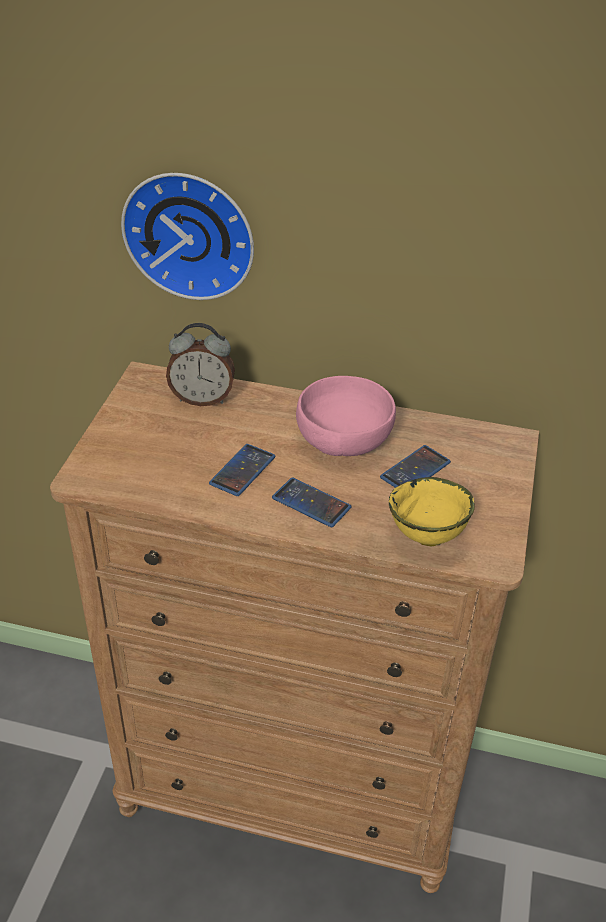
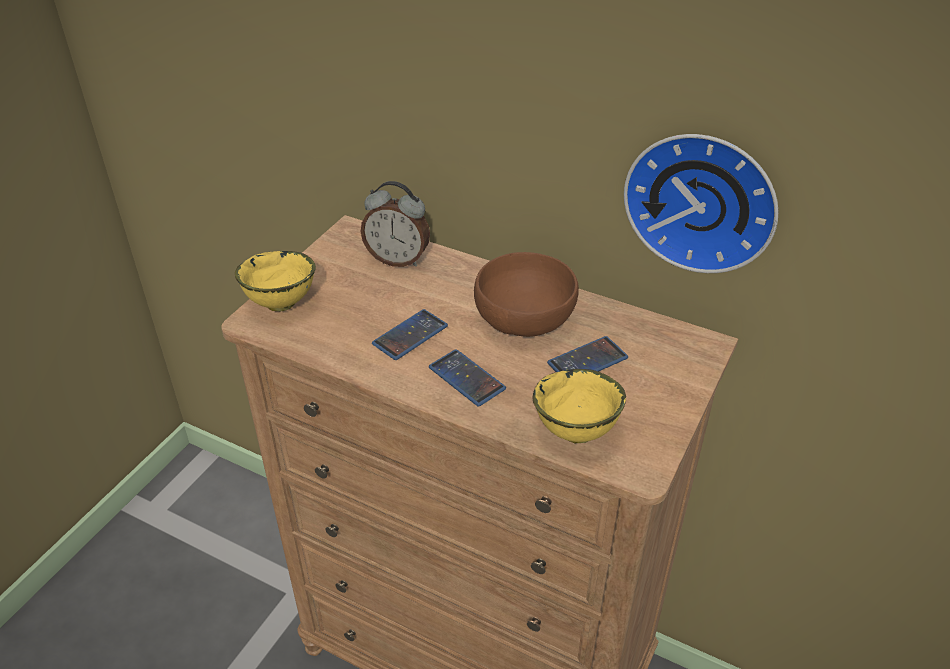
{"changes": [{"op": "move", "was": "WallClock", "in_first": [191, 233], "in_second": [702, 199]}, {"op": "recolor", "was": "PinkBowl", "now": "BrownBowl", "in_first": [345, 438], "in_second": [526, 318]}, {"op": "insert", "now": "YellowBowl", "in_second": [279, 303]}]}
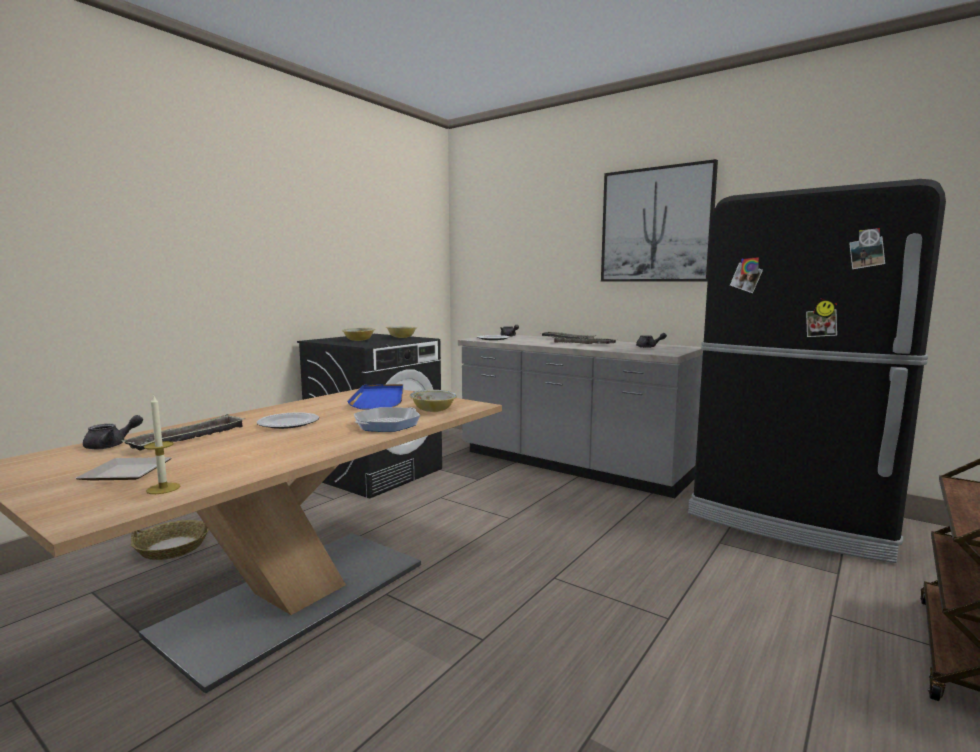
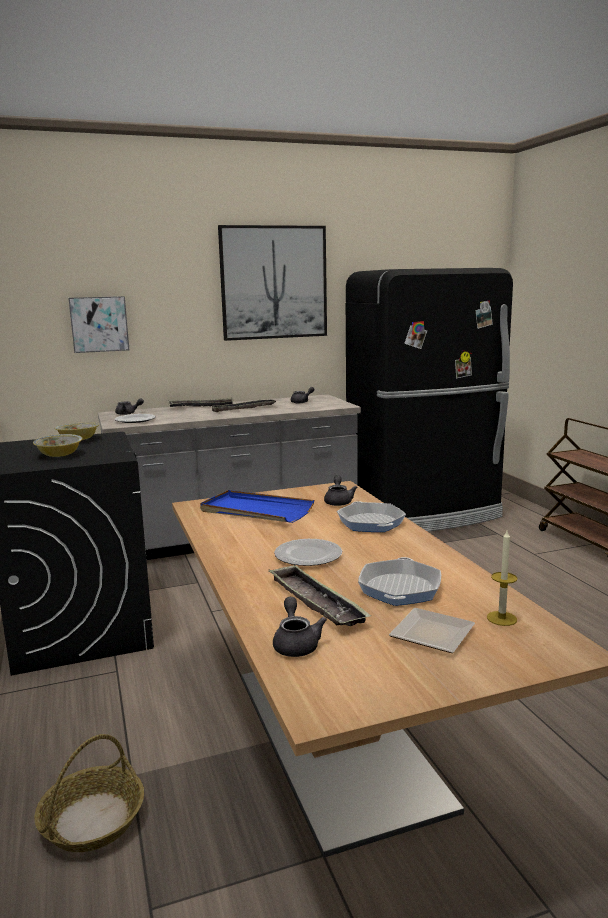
{"changes": [{"op": "replace", "was": "Bowl", "now": "GreyTeapot", "in_first": [433, 410], "in_second": [338, 501]}, {"op": "insert", "now": "Picture", "in_second": [99, 324]}, {"op": "insert", "now": "FryingPan", "in_second": [399, 588]}]}
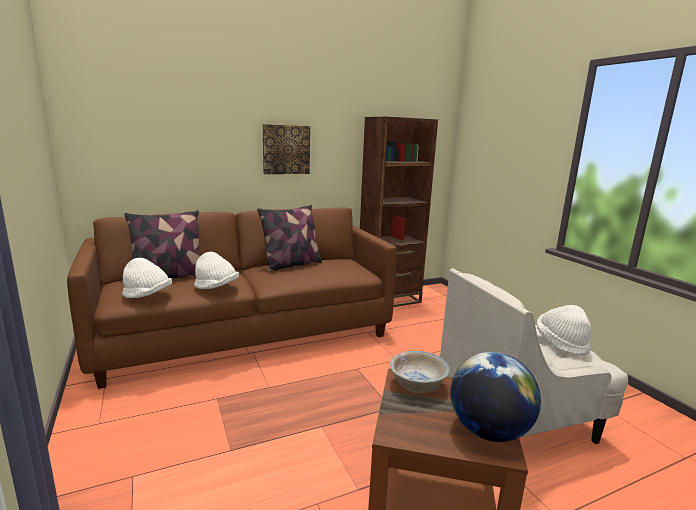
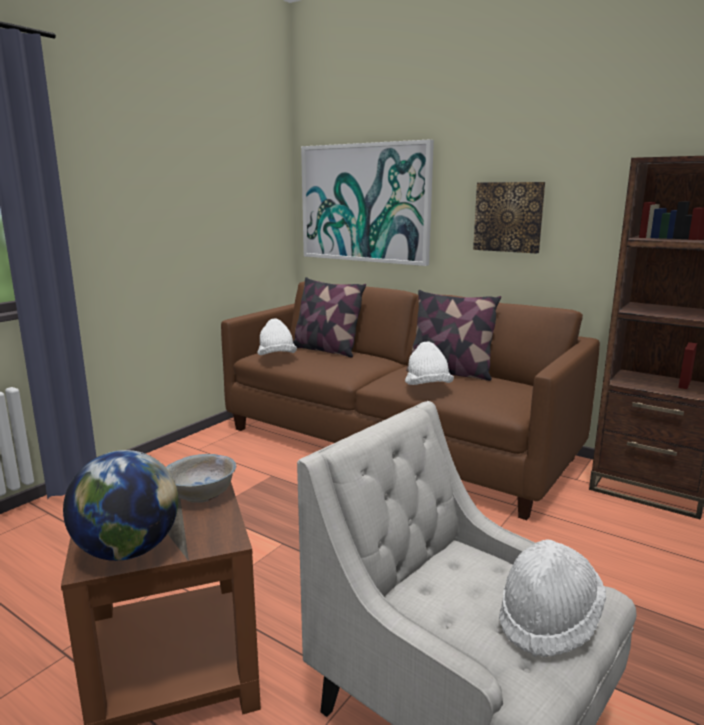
{"changes": [{"op": "move", "was": "WhiteHat", "in_first": [216, 287], "in_second": [427, 388]}, {"op": "insert", "now": "Picture", "in_second": [364, 203]}]}
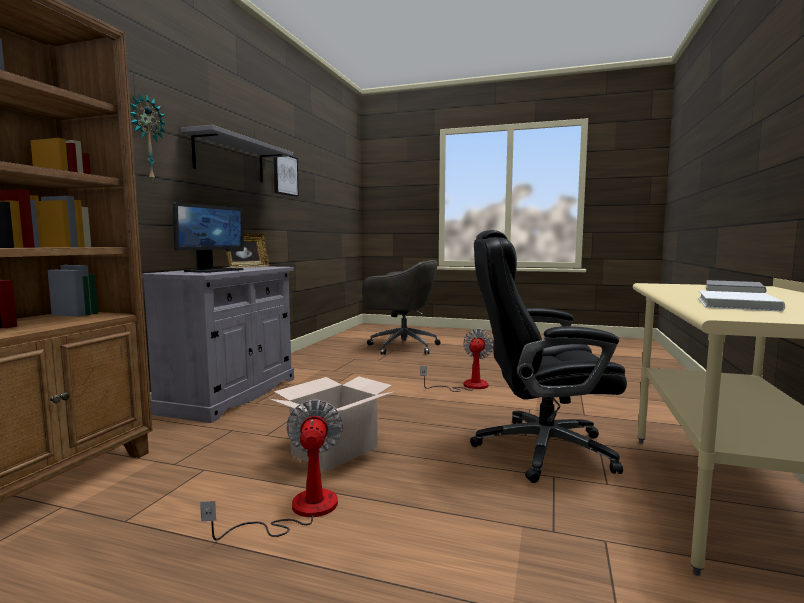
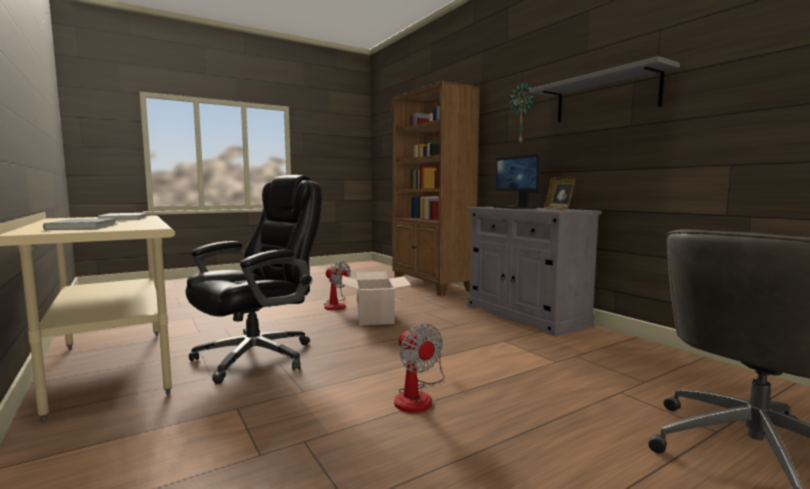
{"changes": [{"op": "delete", "was": "Picture", "in_first": [284, 175]}]}
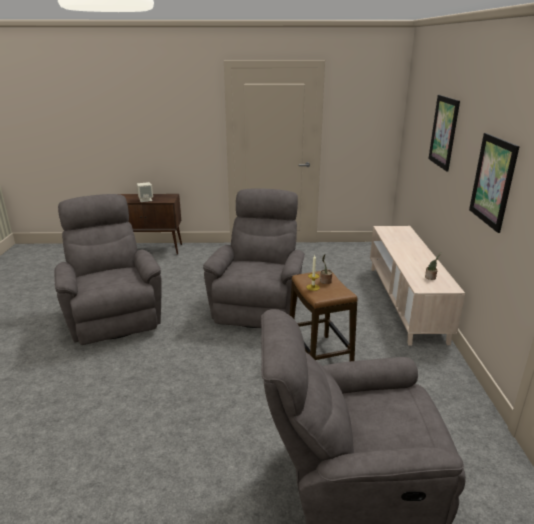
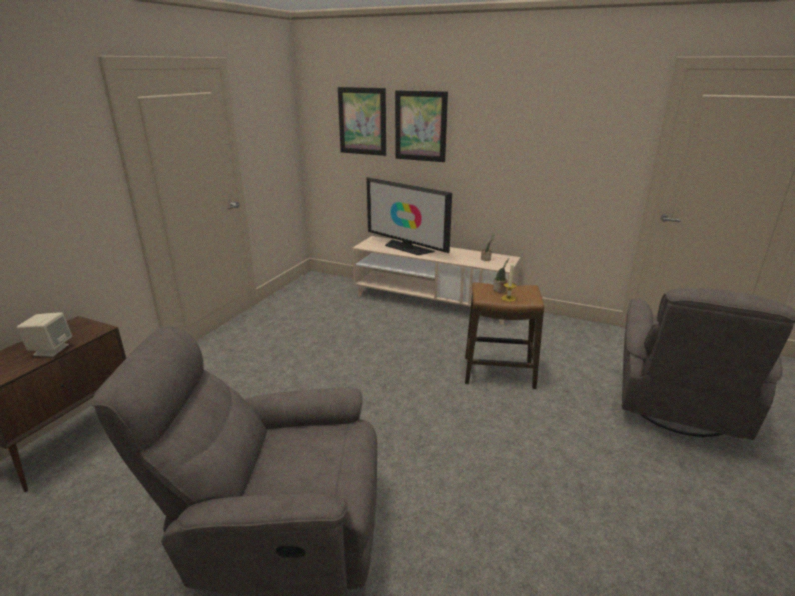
{"changes": [{"op": "delete", "was": "GreyArmchair", "in_first": [259, 306]}, {"op": "move", "was": "Picture", "in_first": [493, 181], "in_second": [362, 121]}, {"op": "insert", "now": "Television", "in_second": [407, 248]}]}
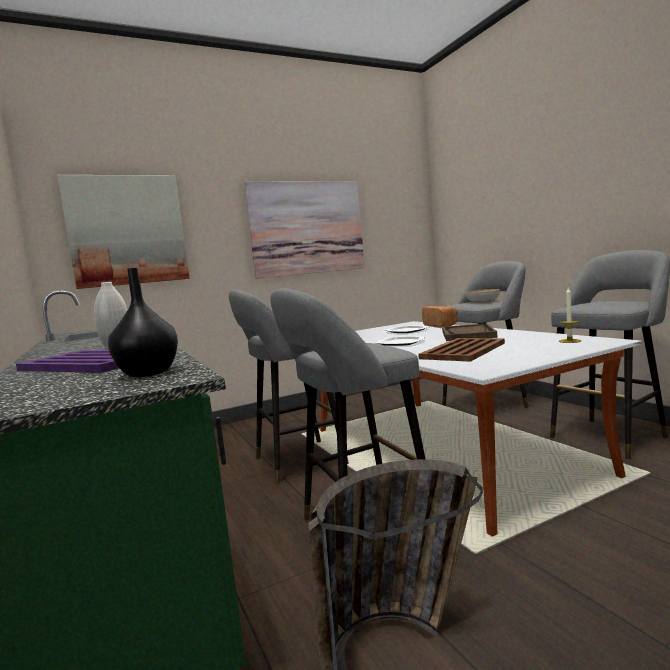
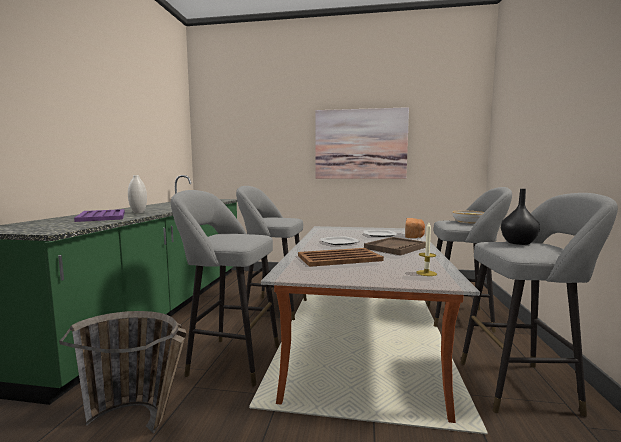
{"changes": [{"op": "delete", "was": "Picture", "in_first": [127, 230]}, {"op": "move", "was": "BlackVase", "in_first": [149, 373], "in_second": [519, 243]}]}
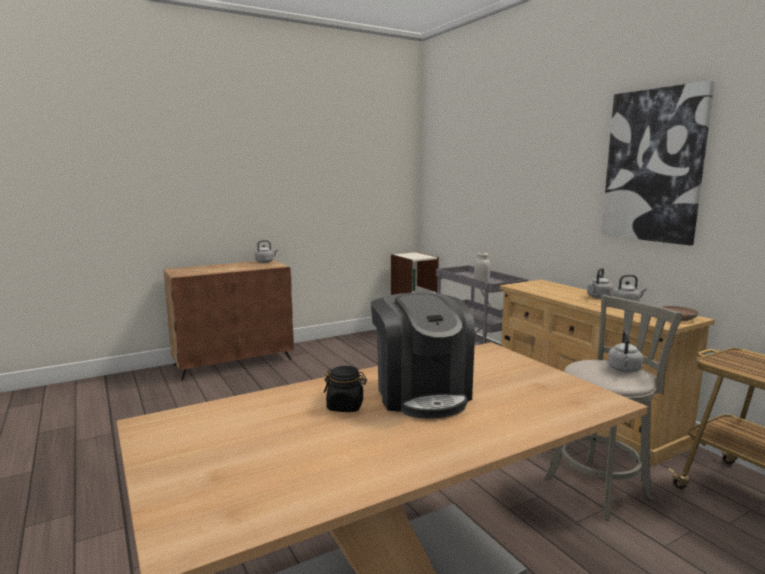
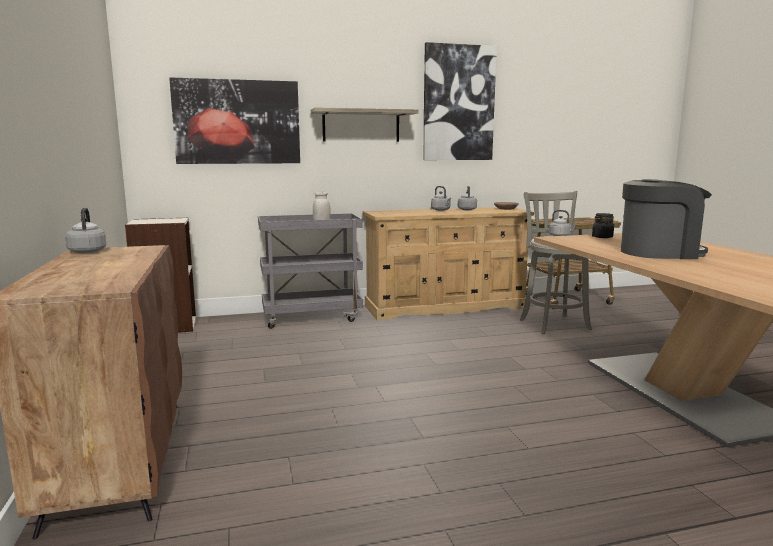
{"changes": [{"op": "move", "was": "BlackJar", "in_first": [345, 406], "in_second": [602, 237]}, {"op": "insert", "now": "Picture", "in_second": [237, 122]}, {"op": "insert", "now": "Shelf", "in_second": [361, 126]}]}
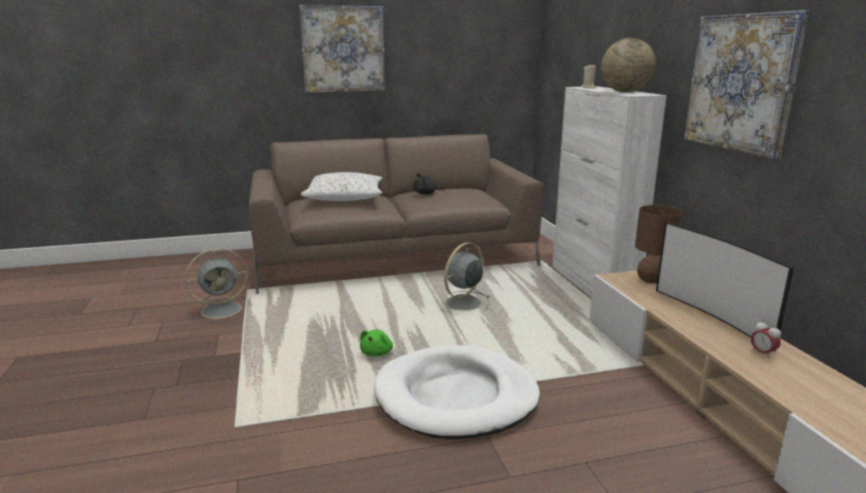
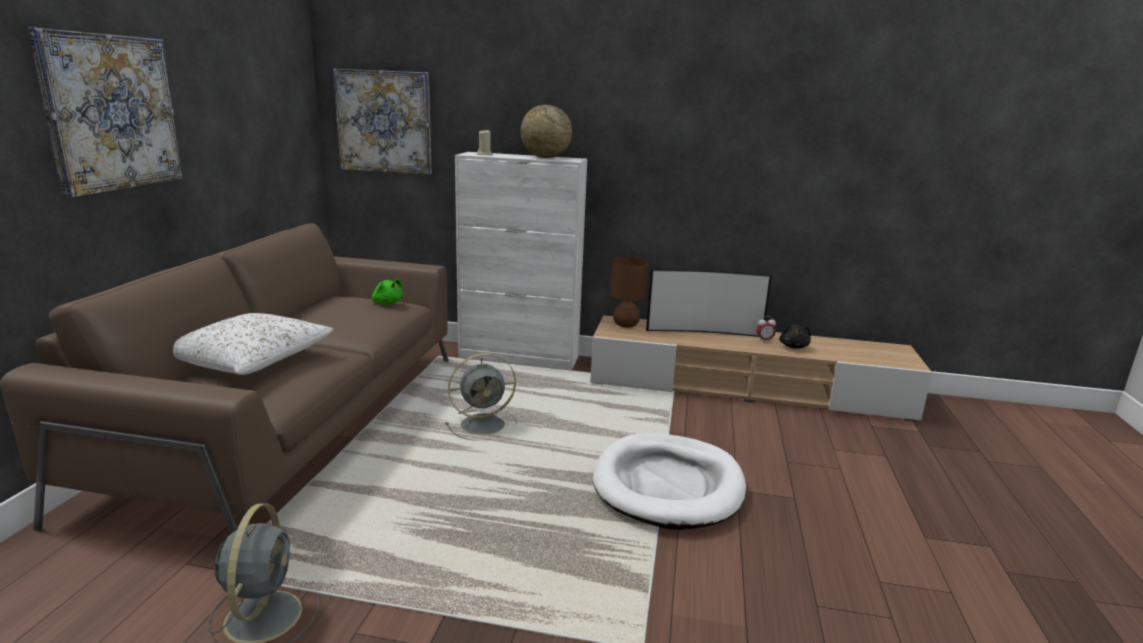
{"changes": [{"op": "move", "was": "GreenPlushToy", "in_first": [377, 353], "in_second": [387, 303]}, {"op": "move", "was": "BlackPlushToy", "in_first": [426, 194], "in_second": [793, 346]}, {"op": "rotate", "was": "GreyFan", "in_first": [462, 304], "in_second": [484, 425], "clockwise": -90}, {"op": "move", "was": "Picture", "in_first": [741, 83], "in_second": [384, 122]}]}
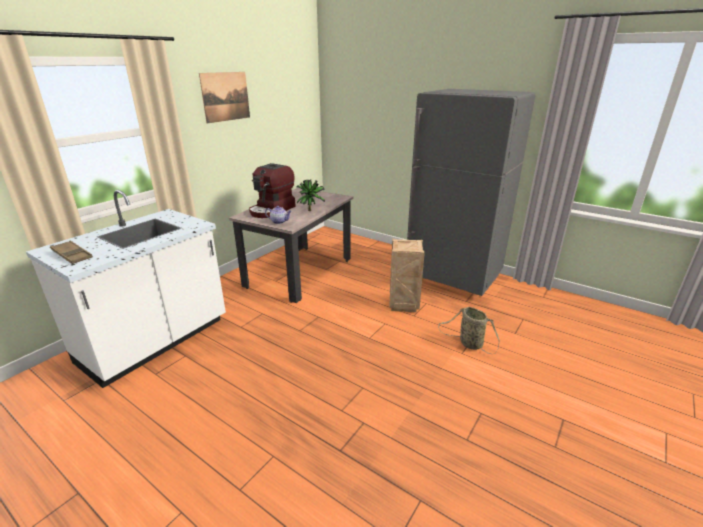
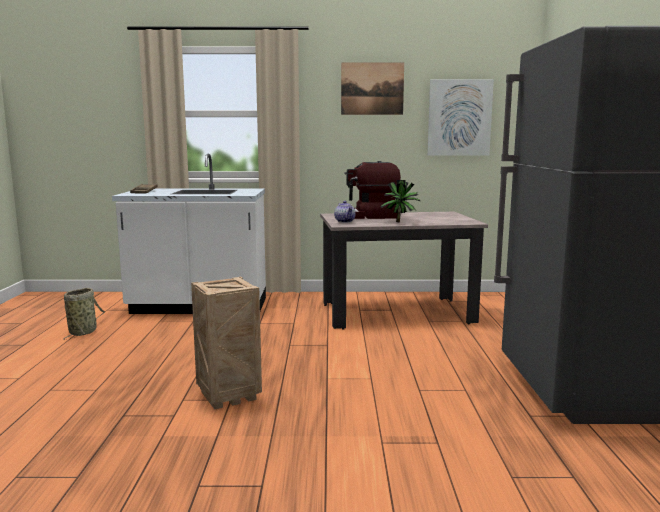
{"changes": [{"op": "move", "was": "Crate", "in_first": [403, 304], "in_second": [229, 395]}, {"op": "move", "was": "Basket", "in_first": [469, 343], "in_second": [84, 332]}, {"op": "insert", "now": "Picture", "in_second": [459, 118]}]}
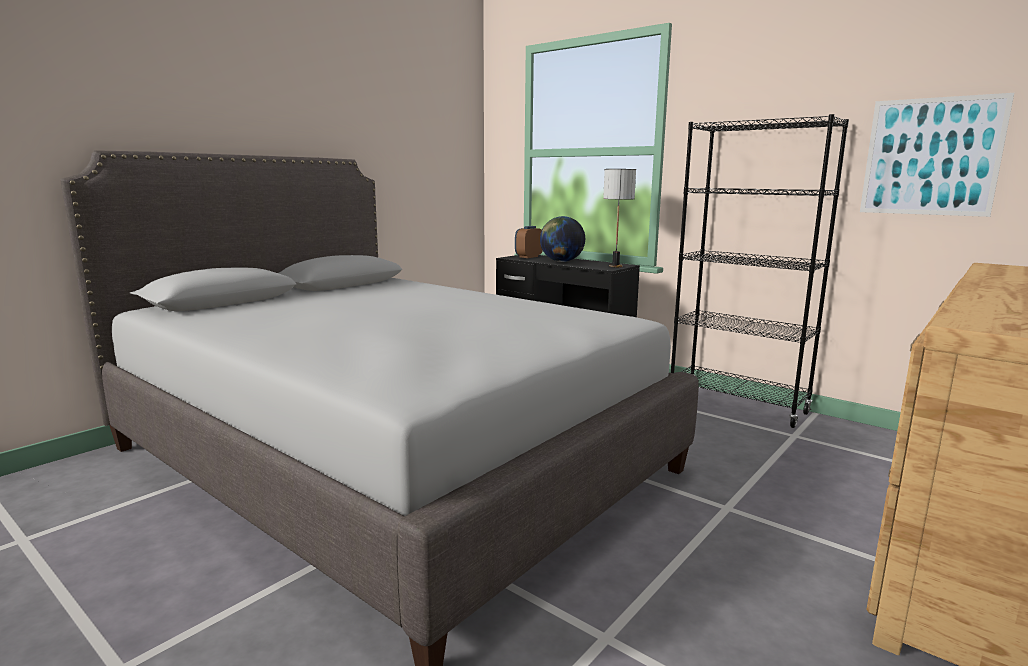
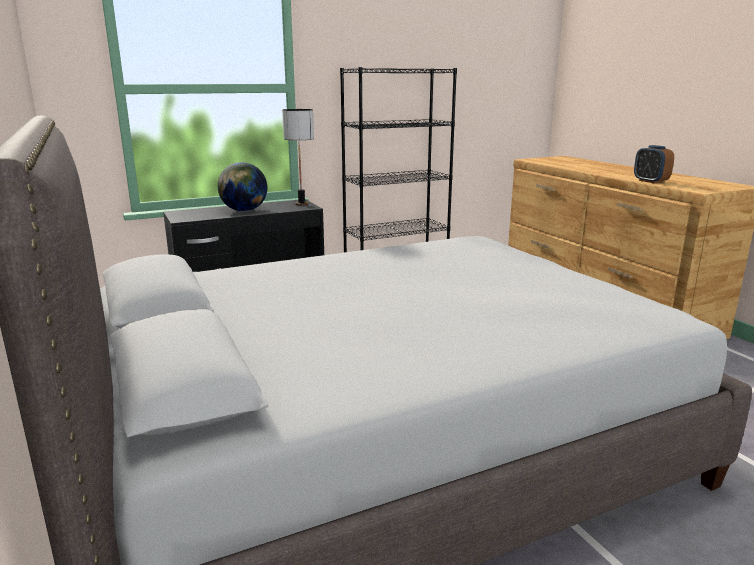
{"changes": [{"op": "move", "was": "AlarmClock", "in_first": [528, 257], "in_second": [650, 181]}, {"op": "delete", "was": "Picture", "in_first": [931, 157]}]}
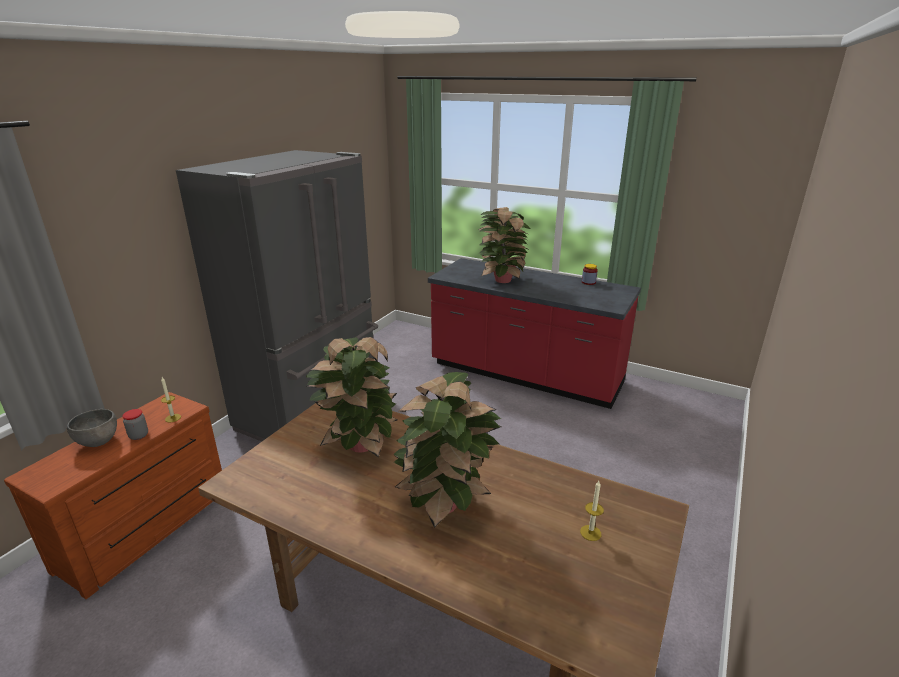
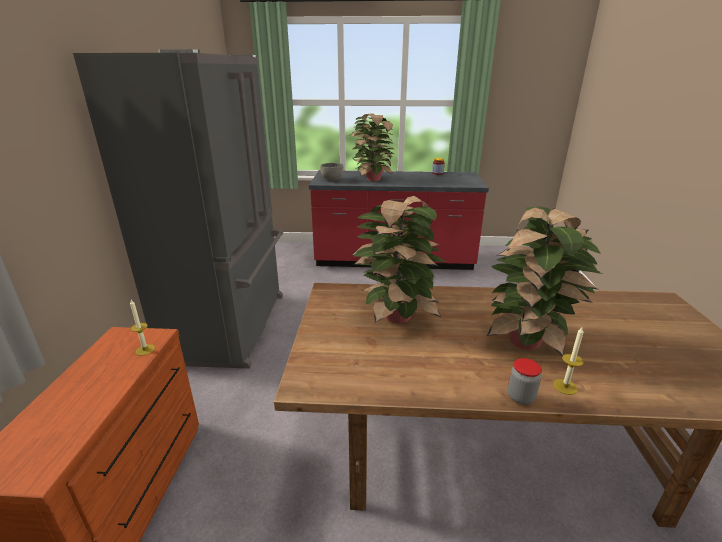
{"changes": [{"op": "move", "was": "GreyBowl", "in_first": [99, 441], "in_second": [332, 180]}, {"op": "move", "was": "Jar", "in_first": [139, 435], "in_second": [520, 397]}, {"op": "move", "was": "Candle", "in_first": [590, 533], "in_second": [565, 387]}]}
